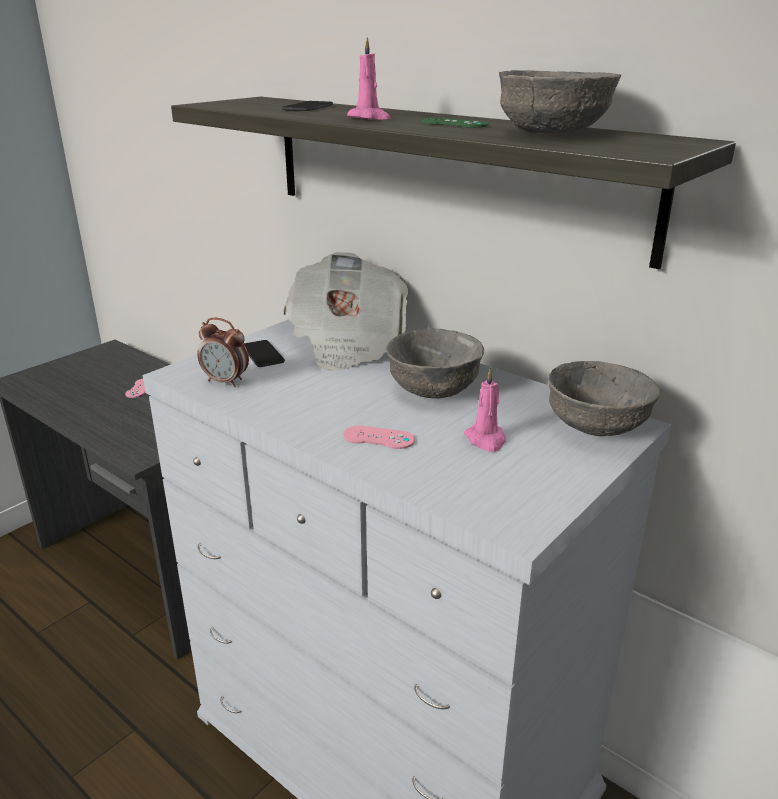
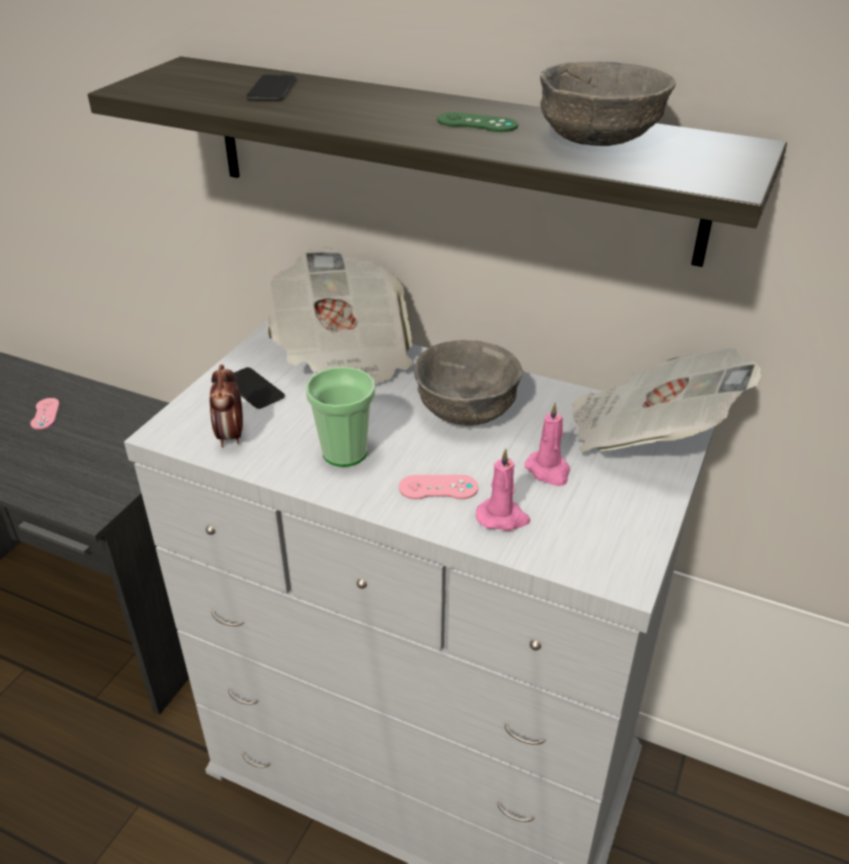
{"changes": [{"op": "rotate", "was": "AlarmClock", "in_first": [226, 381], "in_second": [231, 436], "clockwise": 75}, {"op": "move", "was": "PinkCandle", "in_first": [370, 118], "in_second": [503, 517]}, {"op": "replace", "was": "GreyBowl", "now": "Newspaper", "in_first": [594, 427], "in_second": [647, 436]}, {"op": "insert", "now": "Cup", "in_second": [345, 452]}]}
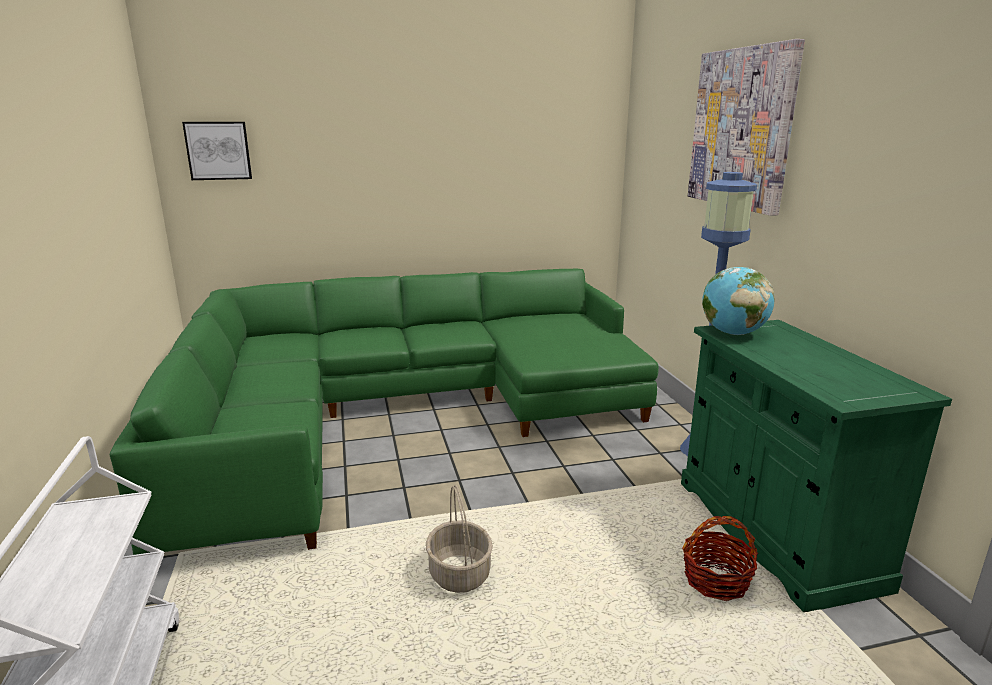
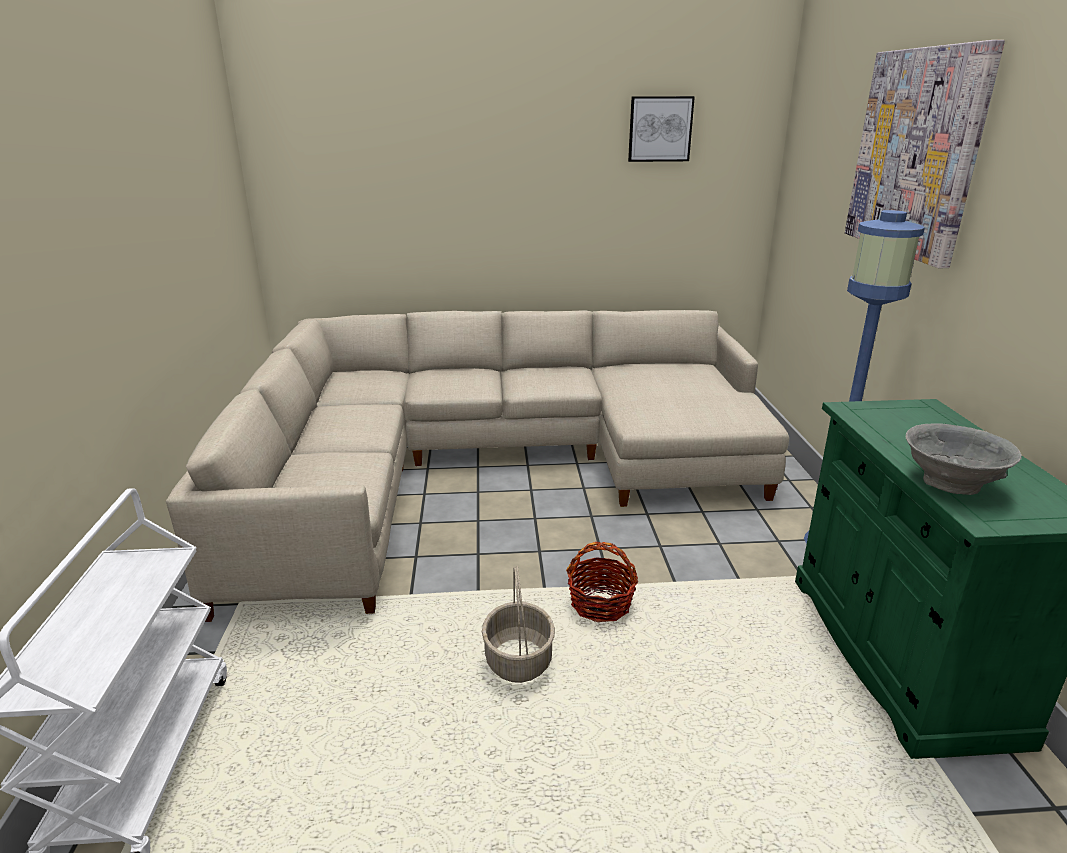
{"changes": [{"op": "recolor", "was": "GreenSofa", "now": "BeigeSofa", "in_first": [400, 413], "in_second": [490, 466]}, {"op": "move", "was": "Picture", "in_first": [218, 150], "in_second": [660, 129]}, {"op": "move", "was": "Basket", "in_first": [716, 580], "in_second": [601, 603]}, {"op": "delete", "was": "Globe", "in_first": [732, 333]}, {"op": "insert", "now": "GreyBowl", "in_second": [950, 484]}]}
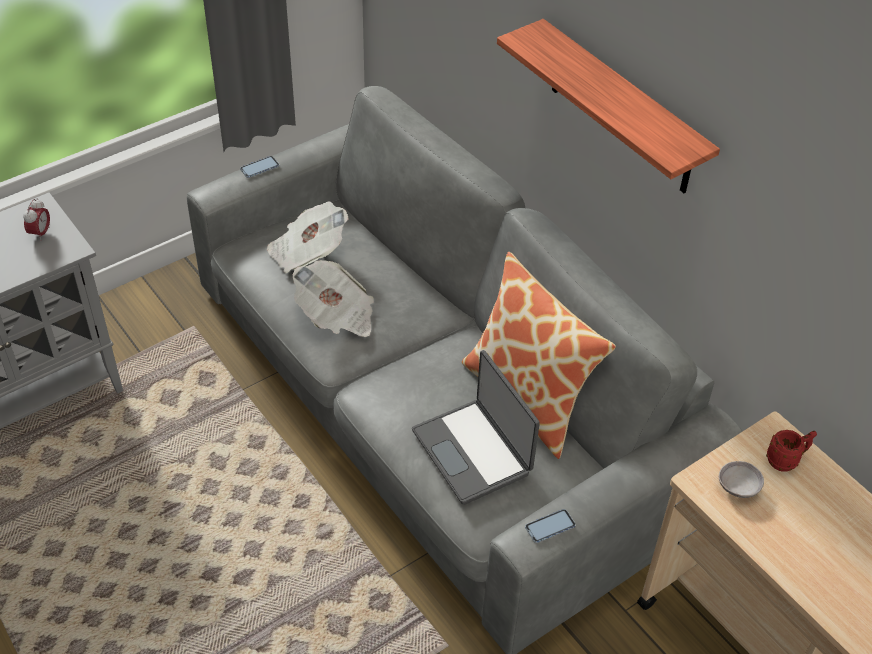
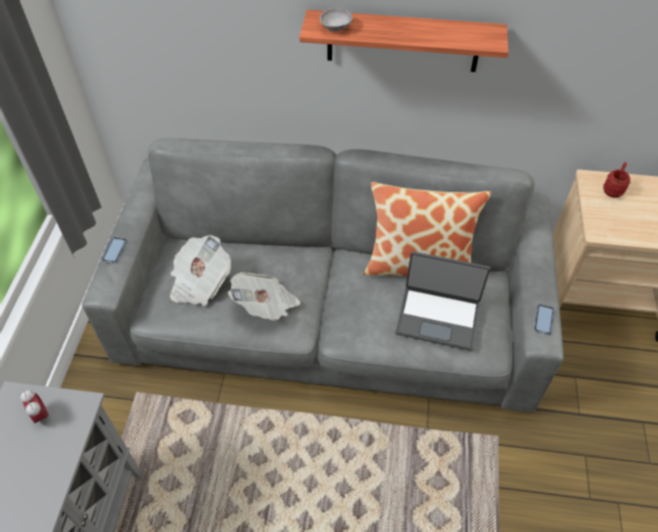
{"changes": [{"op": "move", "was": "GreyBowl", "in_first": [738, 487], "in_second": [336, 27]}]}
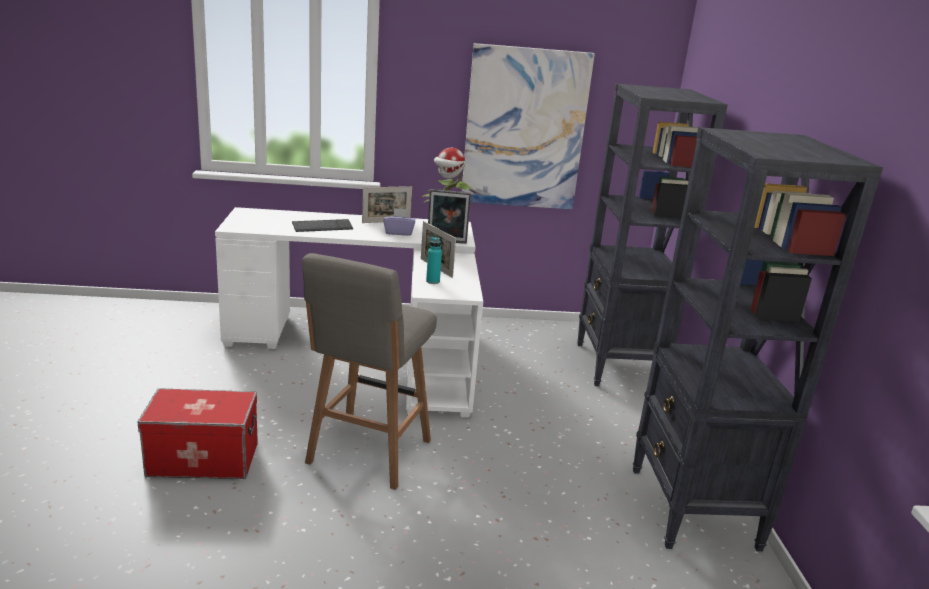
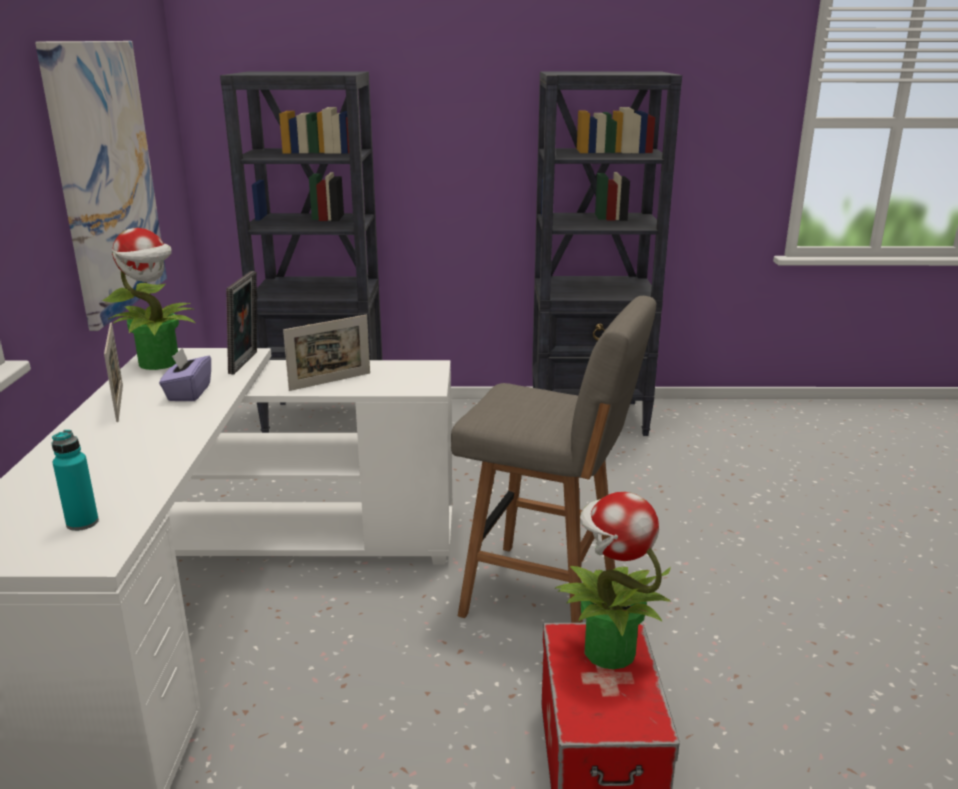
{"changes": [{"op": "delete", "was": "Keyboard", "in_first": [322, 227]}, {"op": "move", "was": "TurquoiseBottle", "in_first": [432, 281], "in_second": [82, 523]}, {"op": "insert", "now": "PottedPlant", "in_second": [607, 651]}]}
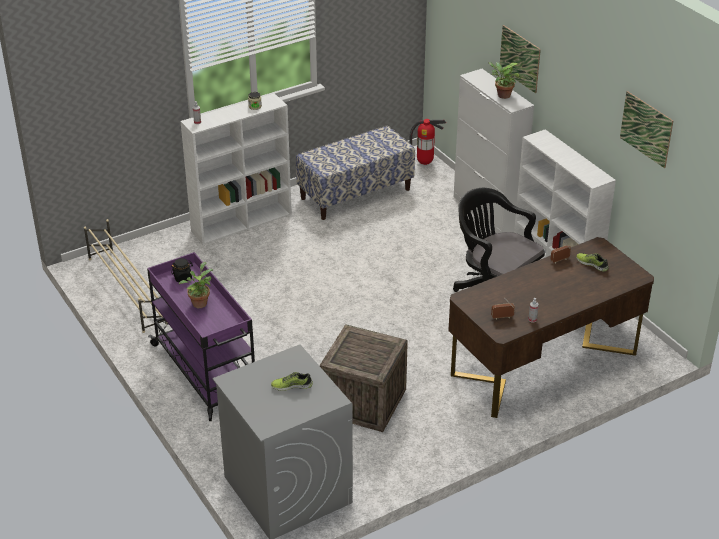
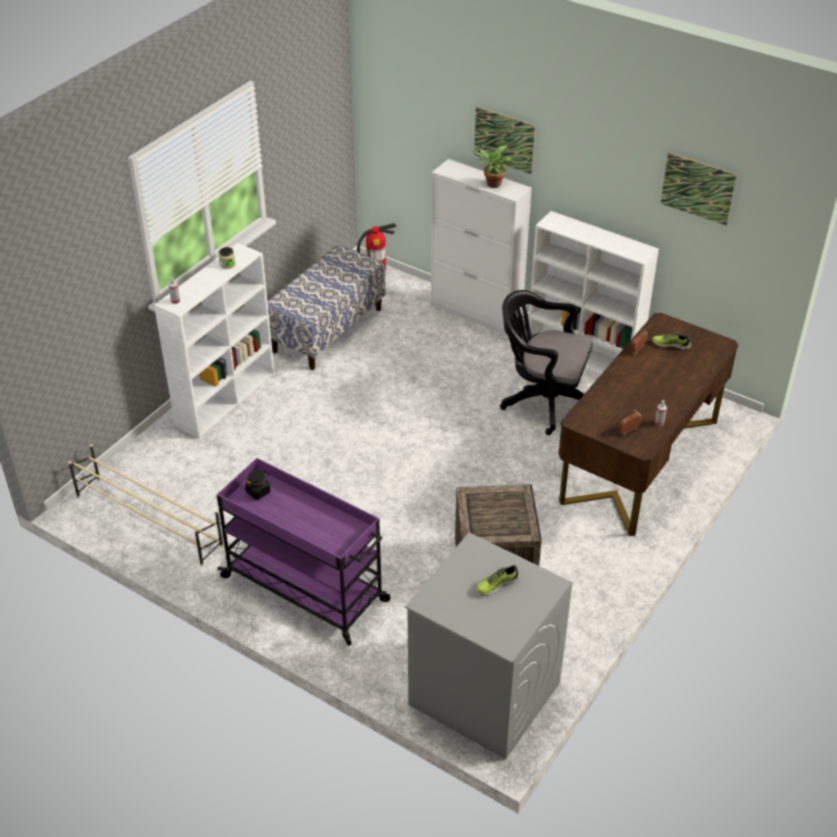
{"changes": [{"op": "delete", "was": "PottedPlant", "in_first": [199, 302]}]}
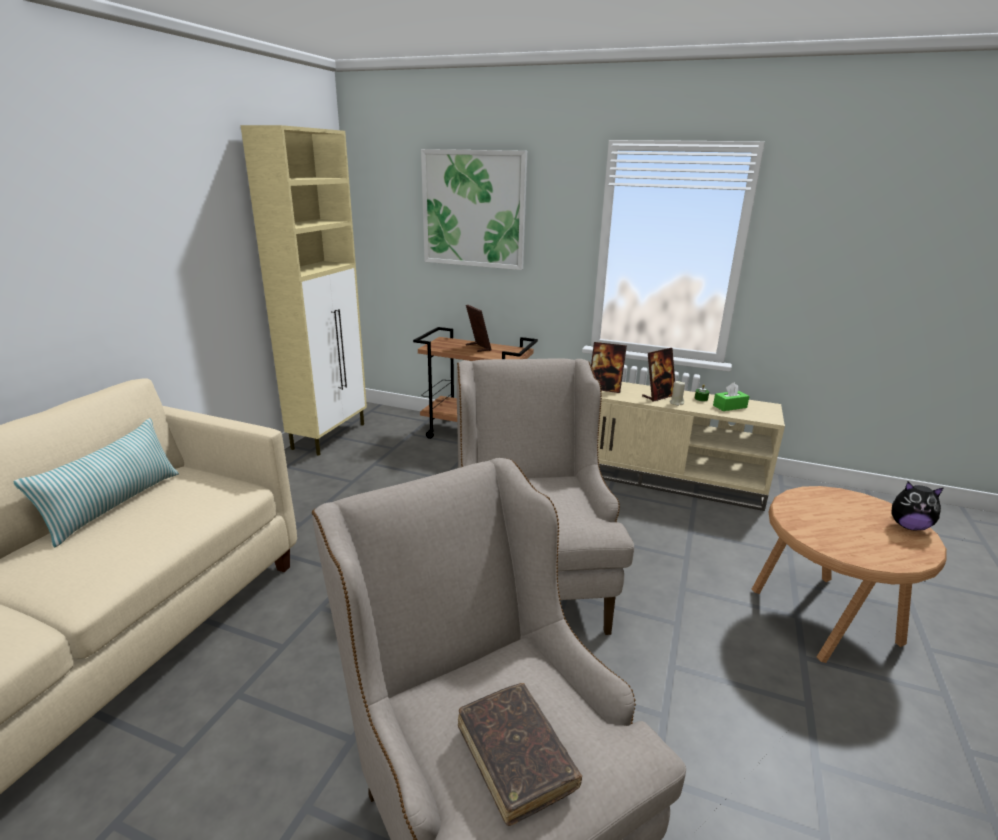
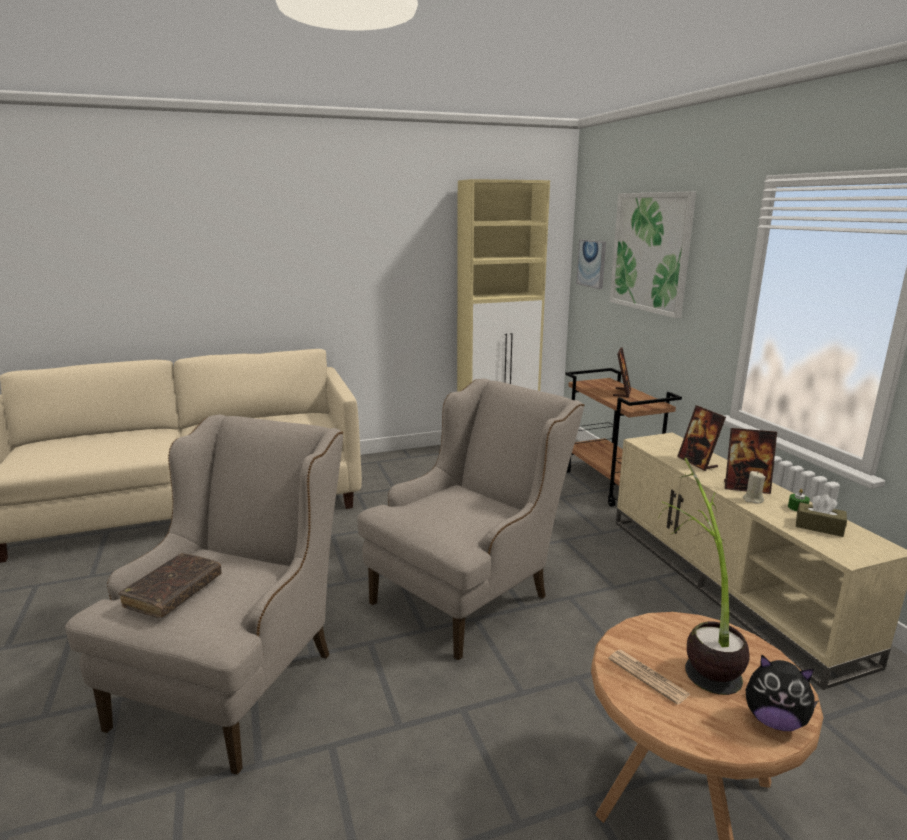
{"changes": [{"op": "delete", "was": "Pillow", "in_first": [115, 505]}, {"op": "recolor", "was": "GreenTissueBox", "now": "BrownTissueBox", "in_first": [729, 406], "in_second": [819, 527]}, {"op": "rotate", "was": "PlushToy", "in_first": [908, 526], "in_second": [774, 720], "clockwise": -45}, {"op": "insert", "now": "Picture", "in_second": [592, 263]}, {"op": "insert", "now": "Newspaper", "in_second": [648, 677]}, {"op": "insert", "now": "PottedPlant", "in_second": [698, 651]}]}
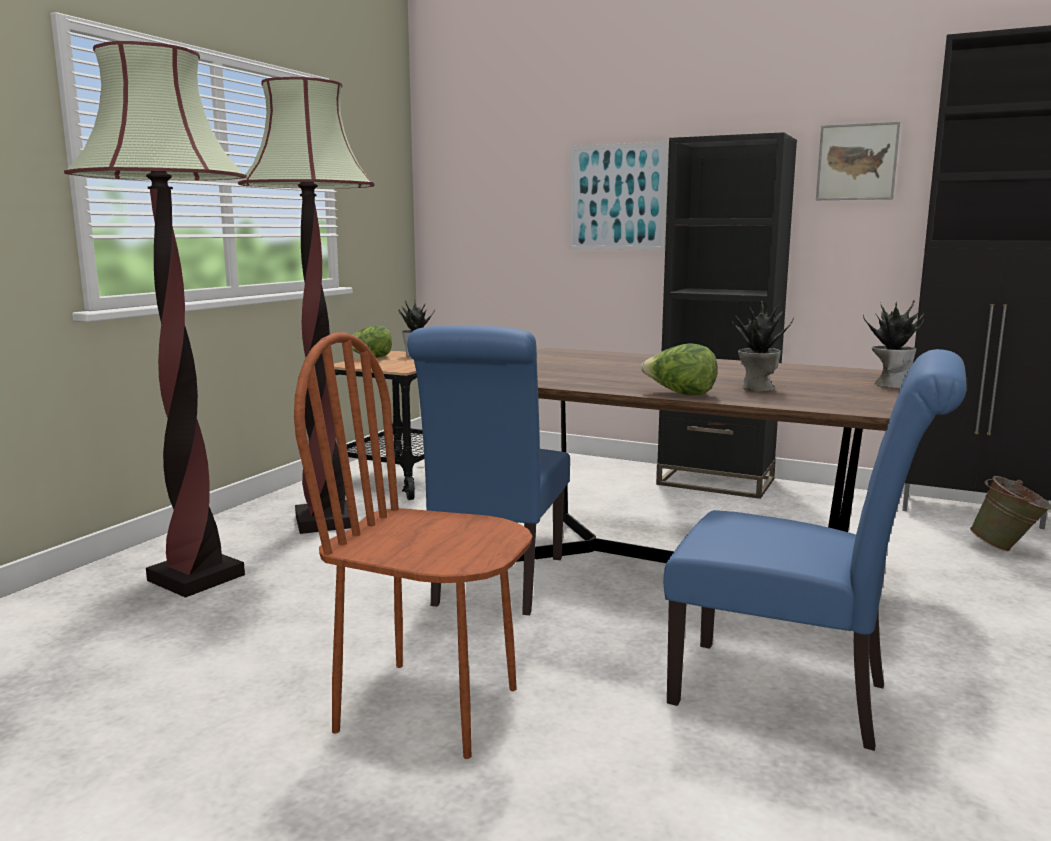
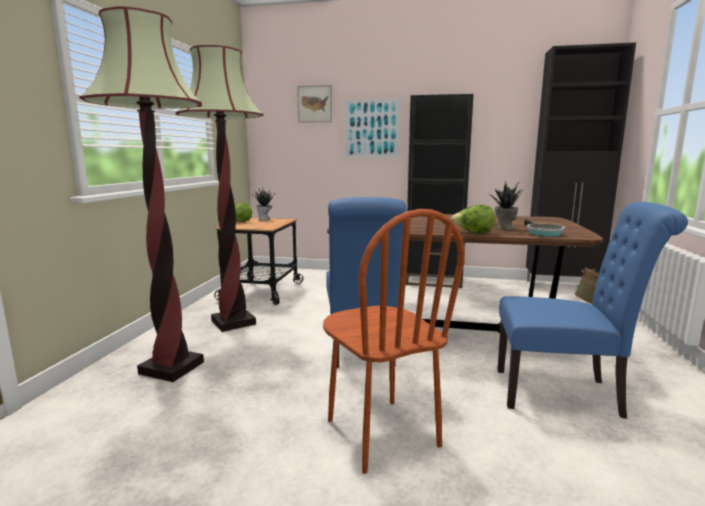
{"changes": [{"op": "rotate", "was": "BrownChair", "in_first": [429, 708], "in_second": [381, 433], "clockwise": -120}, {"op": "move", "was": "Picture", "in_first": [857, 162], "in_second": [314, 104]}, {"op": "delete", "was": "PottedPlant", "in_first": [890, 385]}, {"op": "insert", "now": "FryingPan", "in_second": [542, 233]}]}
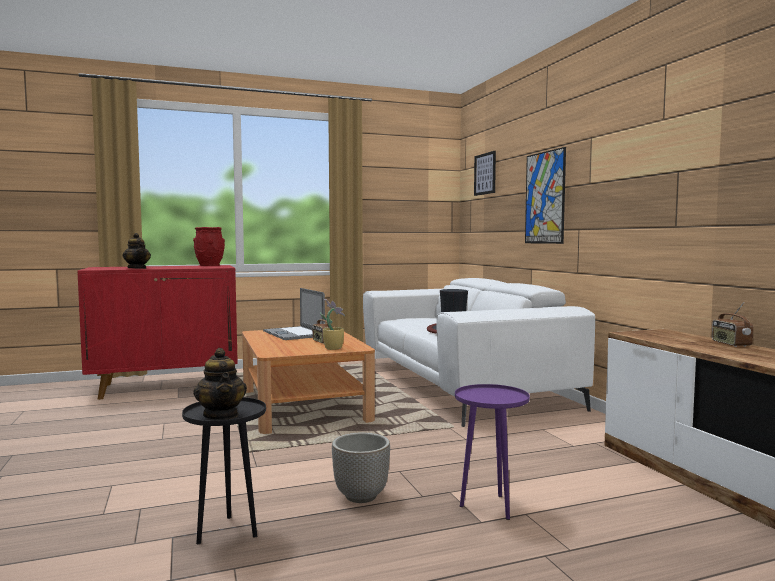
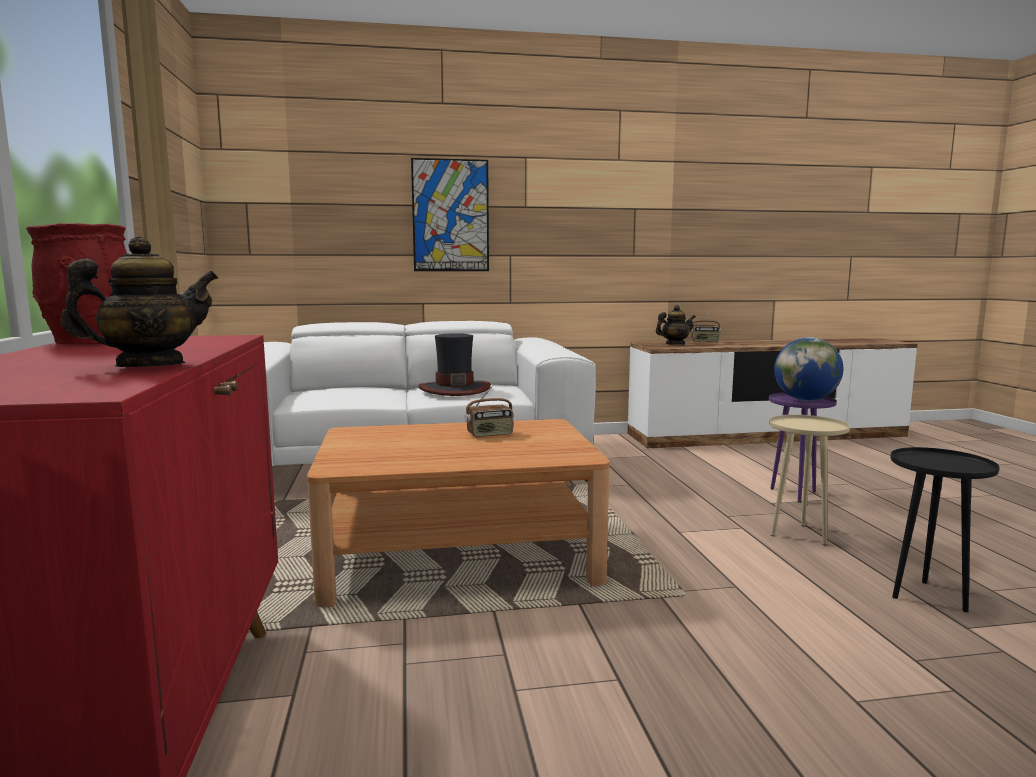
{"changes": [{"op": "move", "was": "Teapot", "in_first": [221, 415], "in_second": [674, 344]}, {"op": "delete", "was": "Laptop", "in_first": [293, 334]}, {"op": "delete", "was": "PottedPlant", "in_first": [333, 348]}, {"op": "replace", "was": "Planter", "now": "BeigeSideTable", "in_first": [360, 496], "in_second": [800, 535]}, {"op": "delete", "was": "Picture", "in_first": [485, 174]}, {"op": "insert", "now": "Globe", "in_second": [805, 400]}]}
